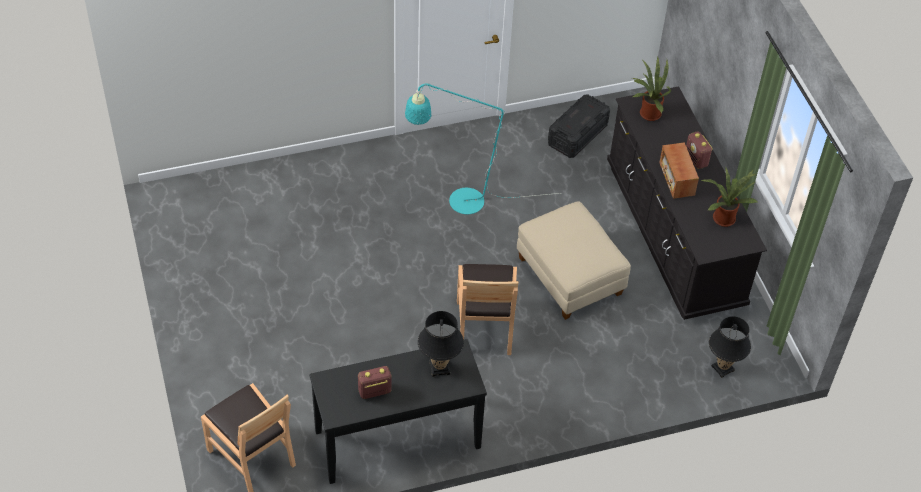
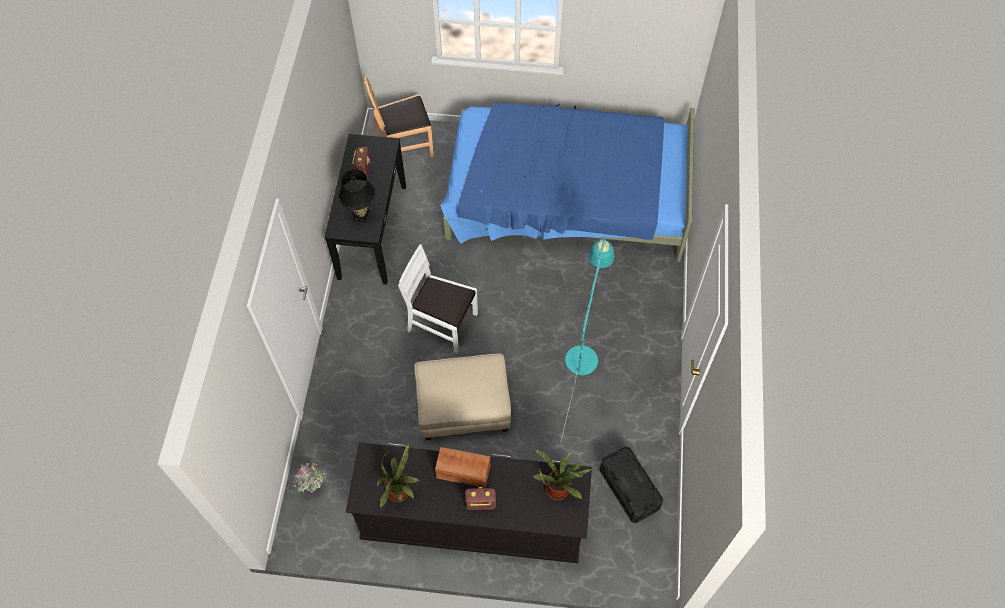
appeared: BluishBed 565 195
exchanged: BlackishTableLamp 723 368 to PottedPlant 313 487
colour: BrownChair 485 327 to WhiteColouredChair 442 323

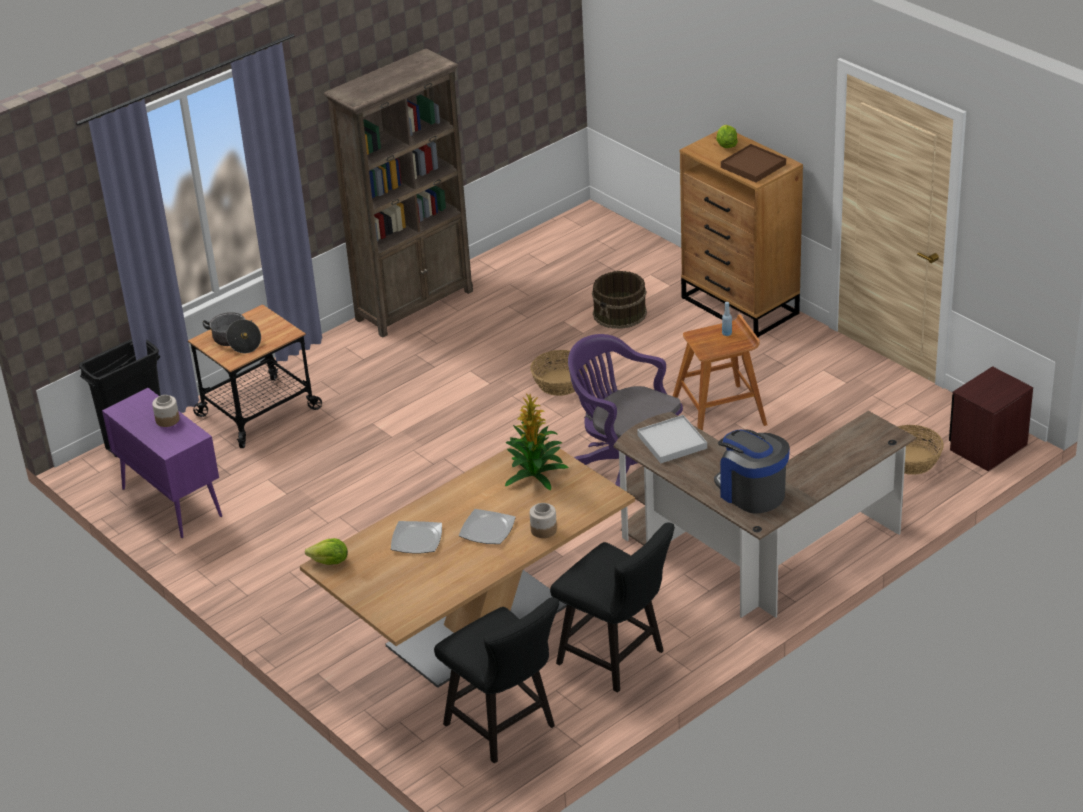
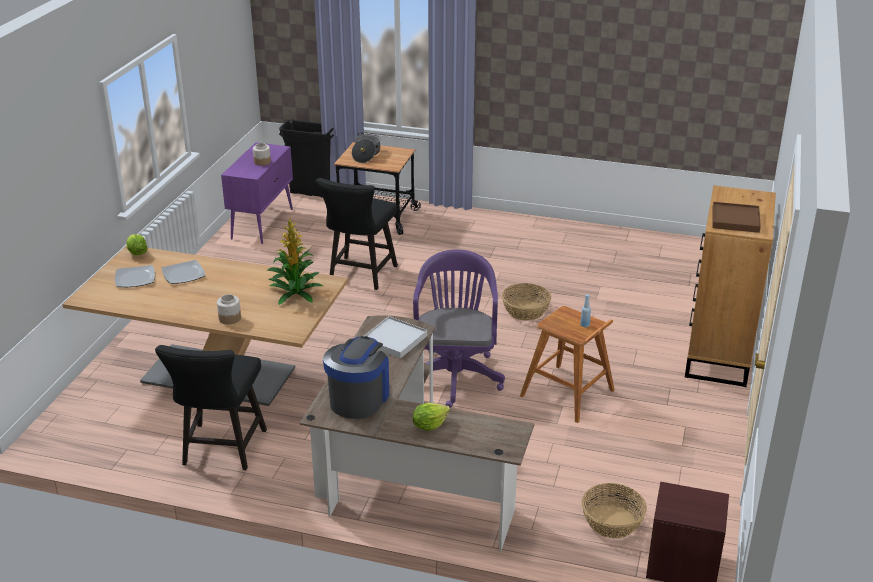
missing: BrownBookshelf 415 305; BrownBucket 620 313
relocated: LettuceHead 726 145 to 429 425; FlatDish 487 529 to 135 278; BlackishChair 505 728 to 360 276

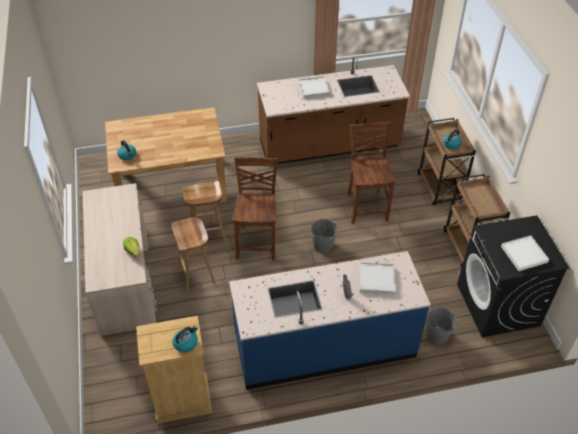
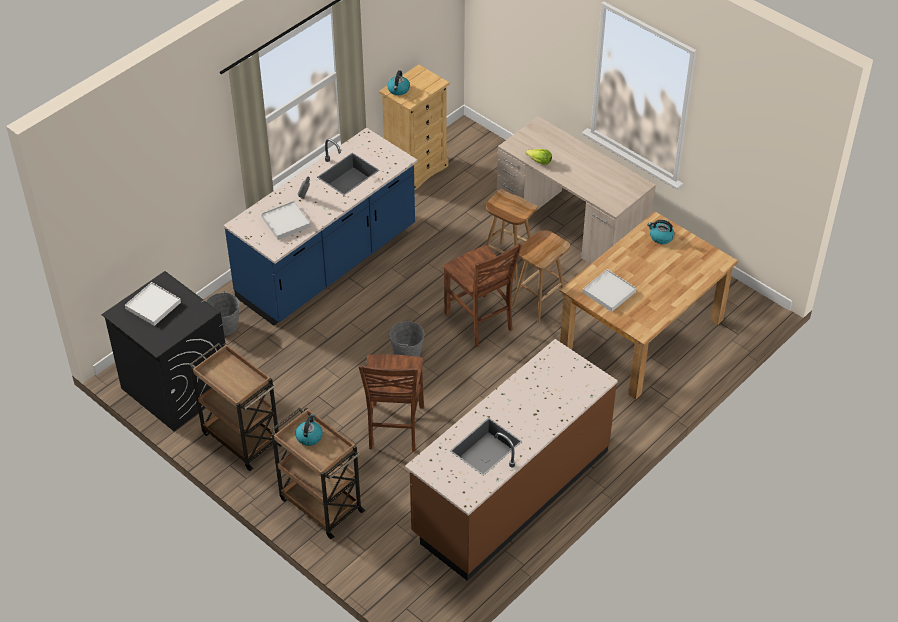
relocated: WhiteColouredServingTray 314 89 to 609 292
spun: BrownChair 366 206 = 394 428 45 degrees clockwise

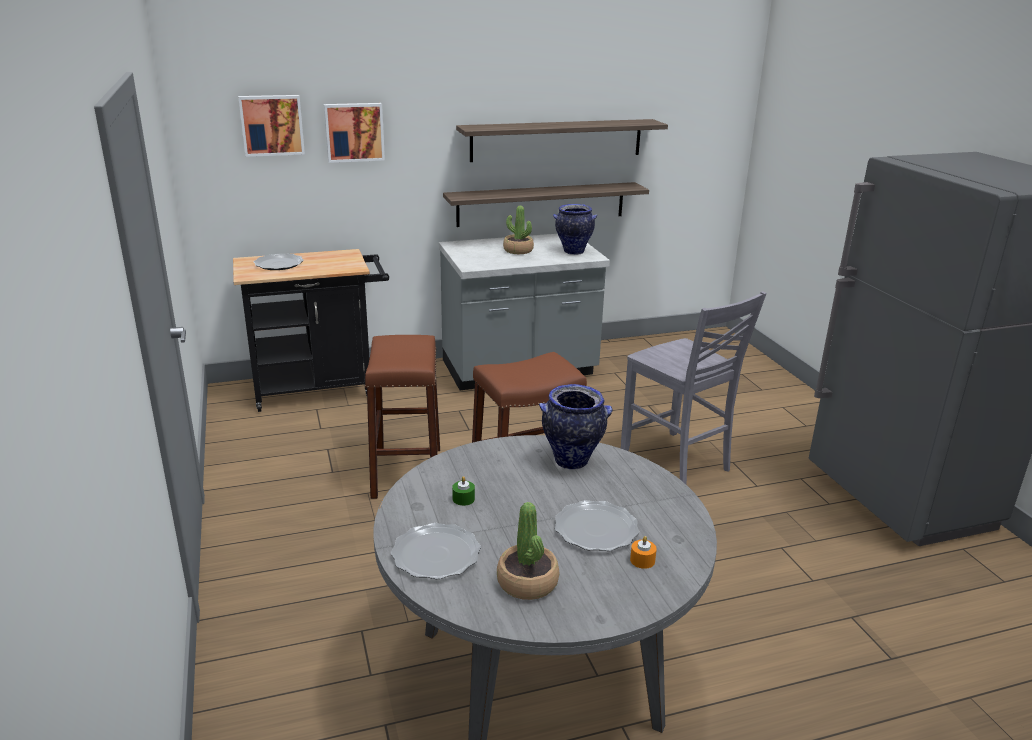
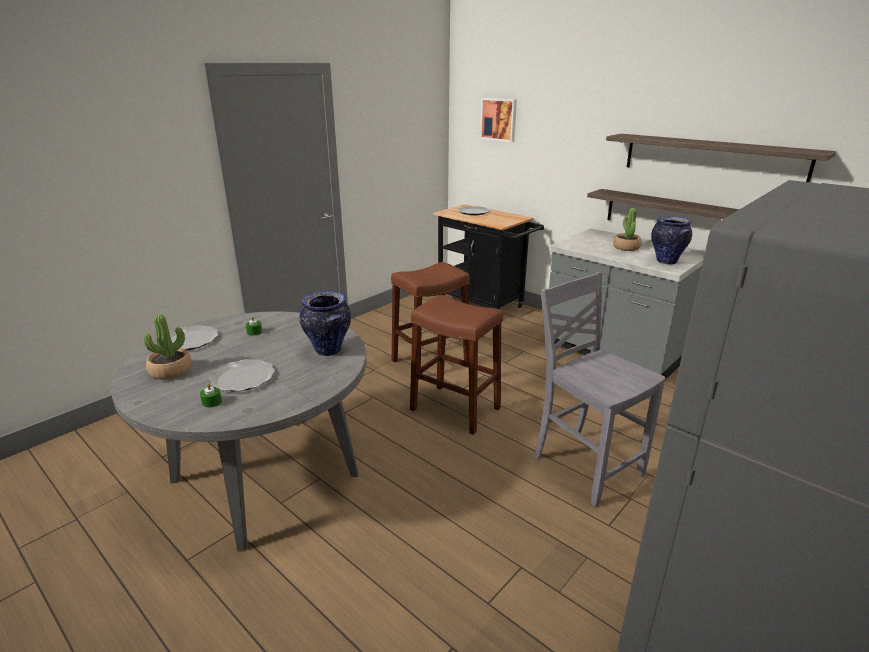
missing: WallArt 354 132
colour: OrangeColouredWaxLight 642 560 to GreenishWaxLight 212 402
spun: GrayChair 677 462 = 585 465 120 degrees clockwise

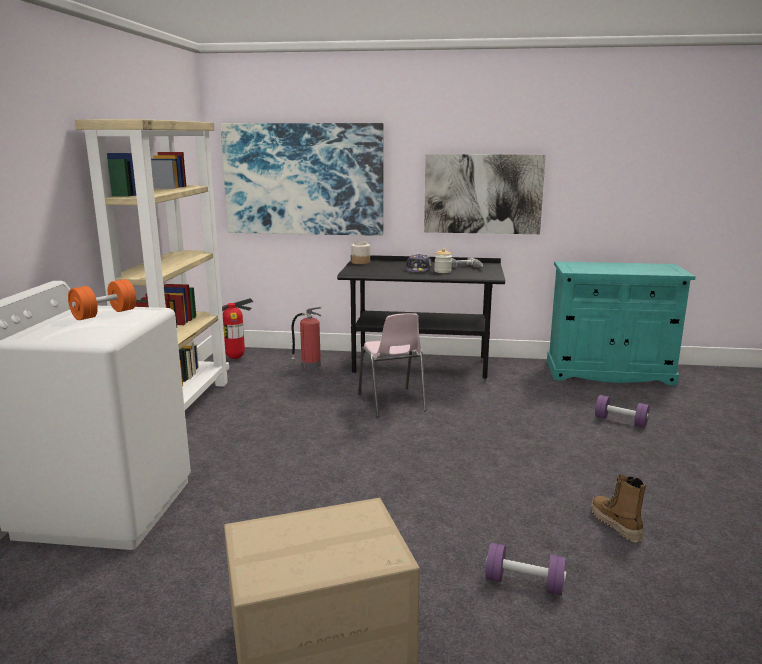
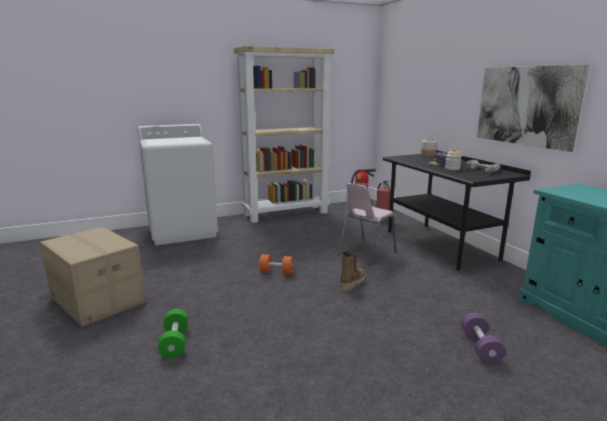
missing: WallArt 303 179
relocated: OrangeColouredFreeWeight 104 314 to 276 272; Boot 615 525 to 352 283
colour: PurpleColouredFreeWeight 524 583 to GreenishFreeWeight 175 343

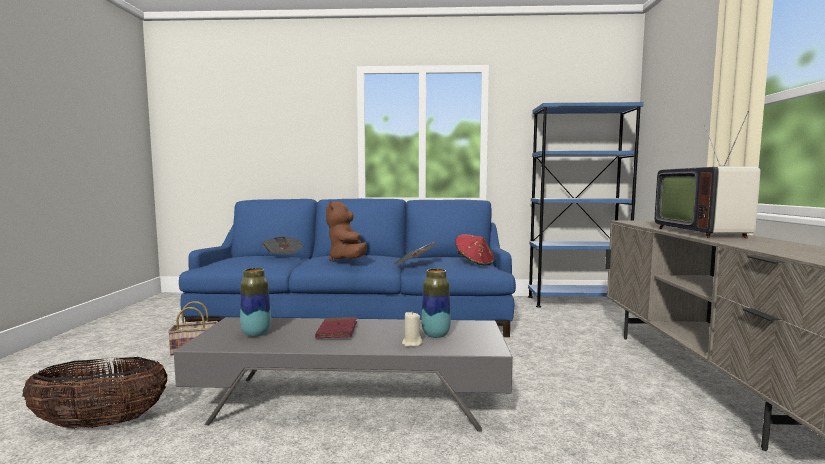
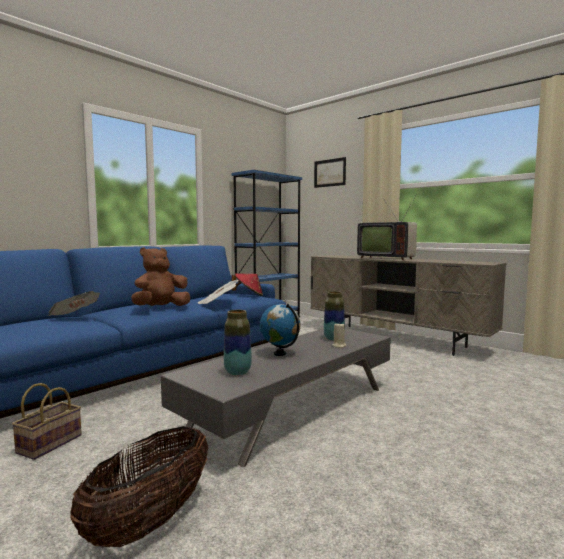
appeared: WallArt 329 173
exchanged: RedColouredVolume 337 330 to WorldGlobe 280 354
spun: BrownPlushToy 348 260 = 161 308 105 degrees clockwise

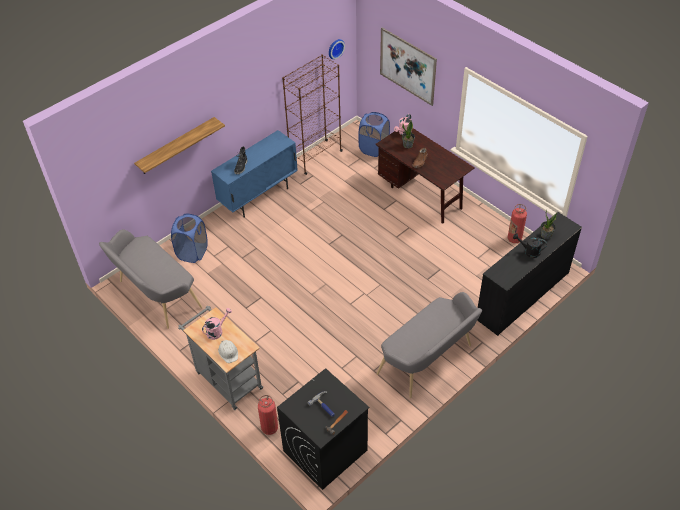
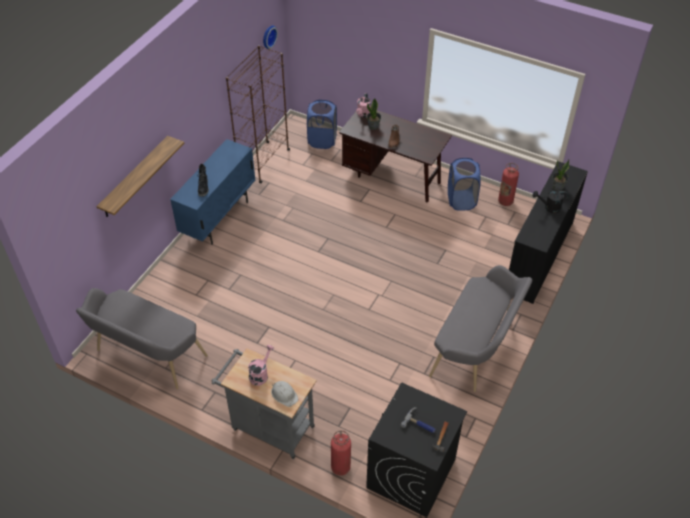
missing: WallArt 407 66
relocated: BluishHamper 192 252 to 461 200

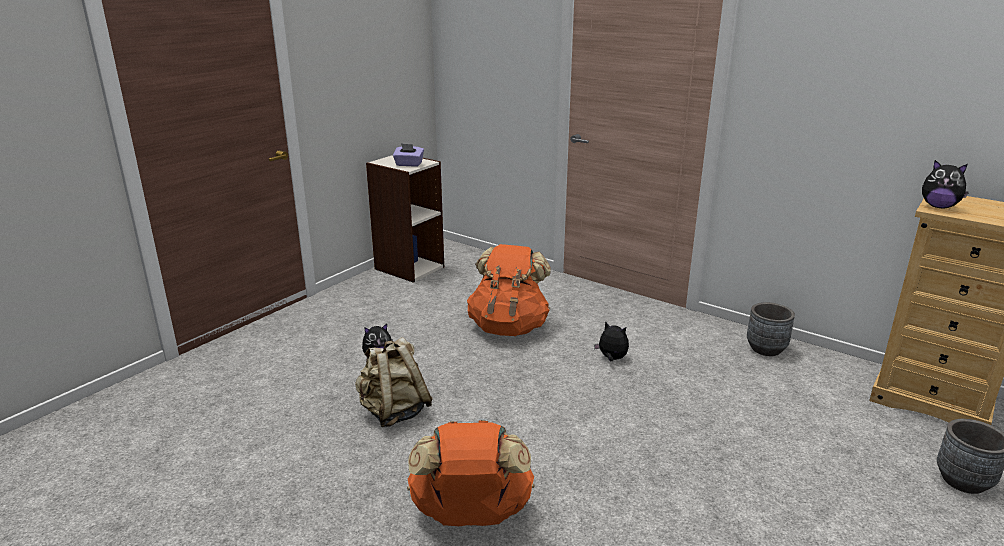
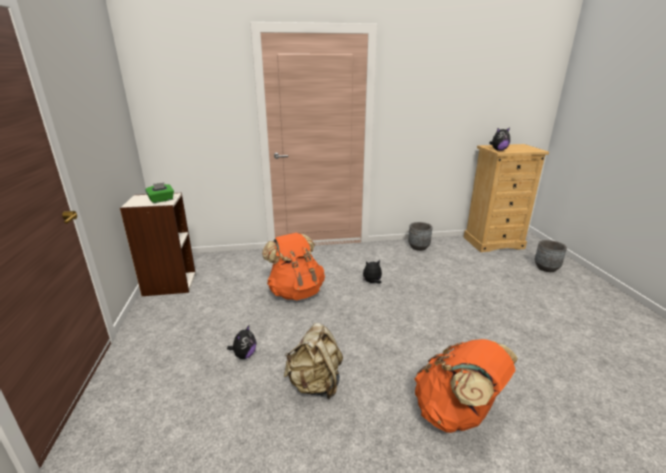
colour: PurpleColouredBoxOfTissues 408 164 to GreenishBoxOfTissues 161 200

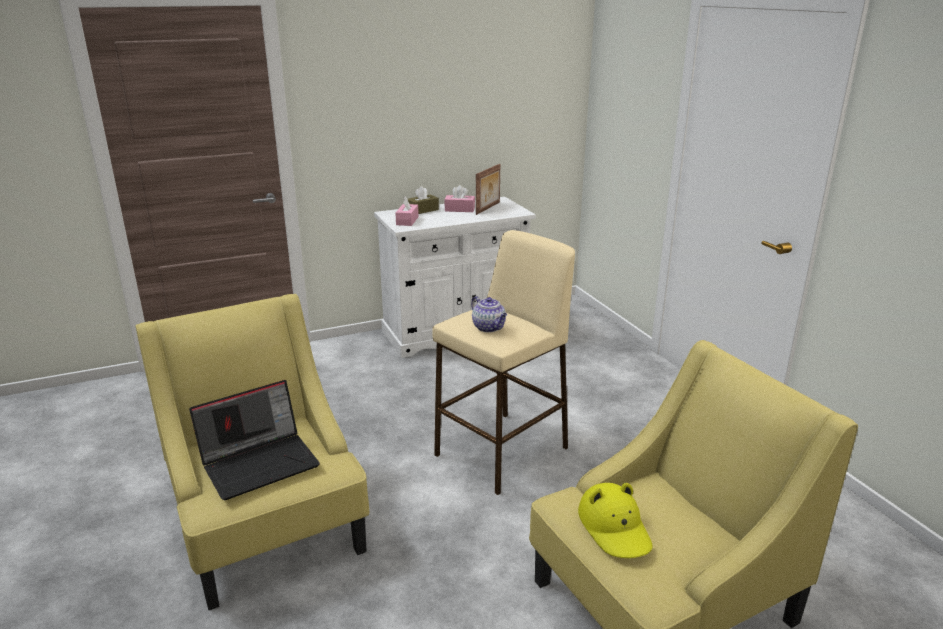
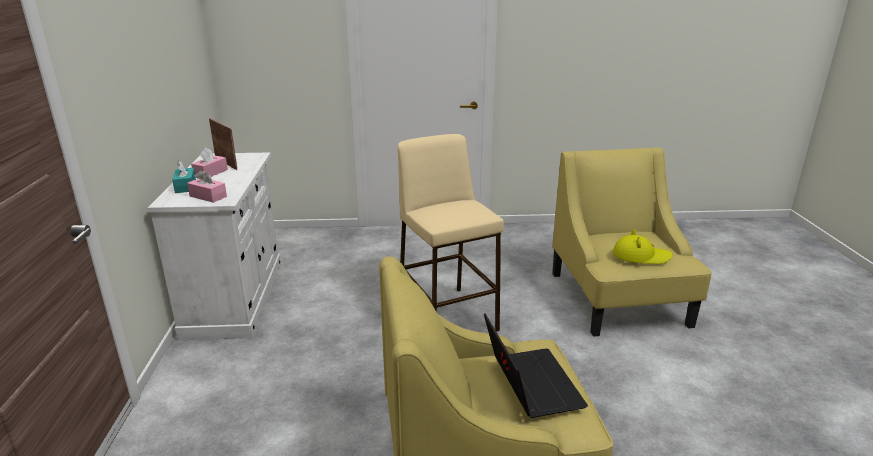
missing: Teapot 489 328
colour: BrownBoxOfTissues 422 210 to TurquoiseBoxOfTissues 185 186

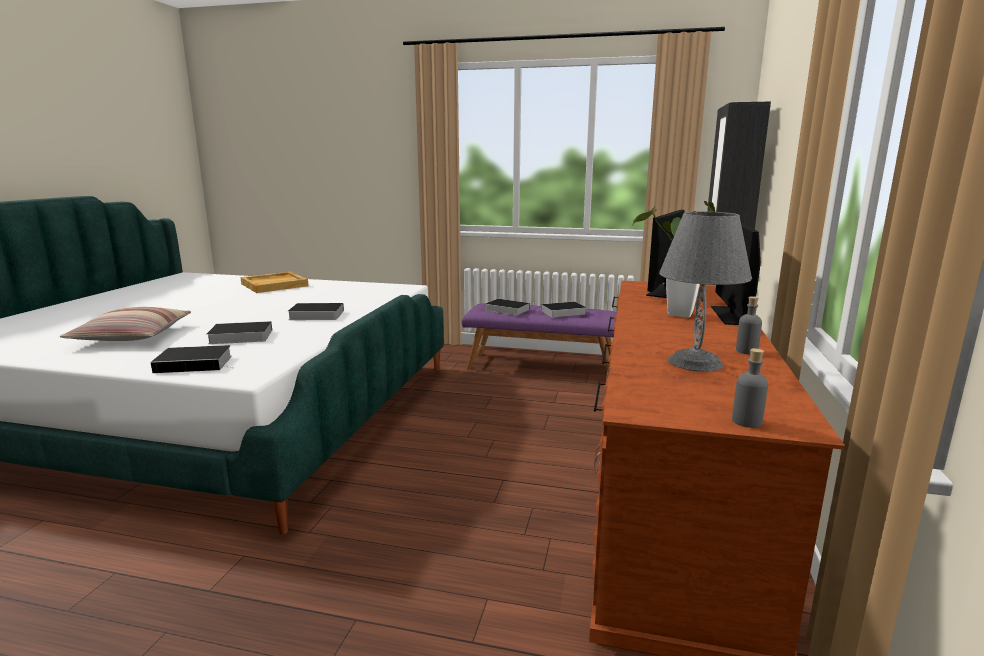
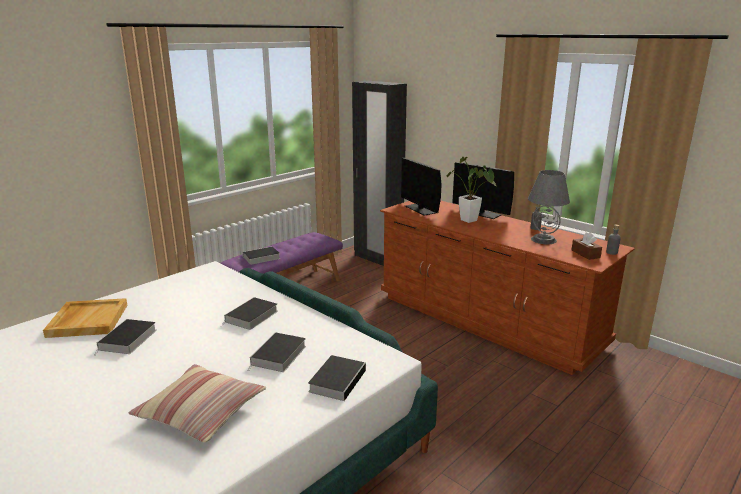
appeared: BrownBoxOfTissues 585 254
relocated: Volume 562 312 to 127 340

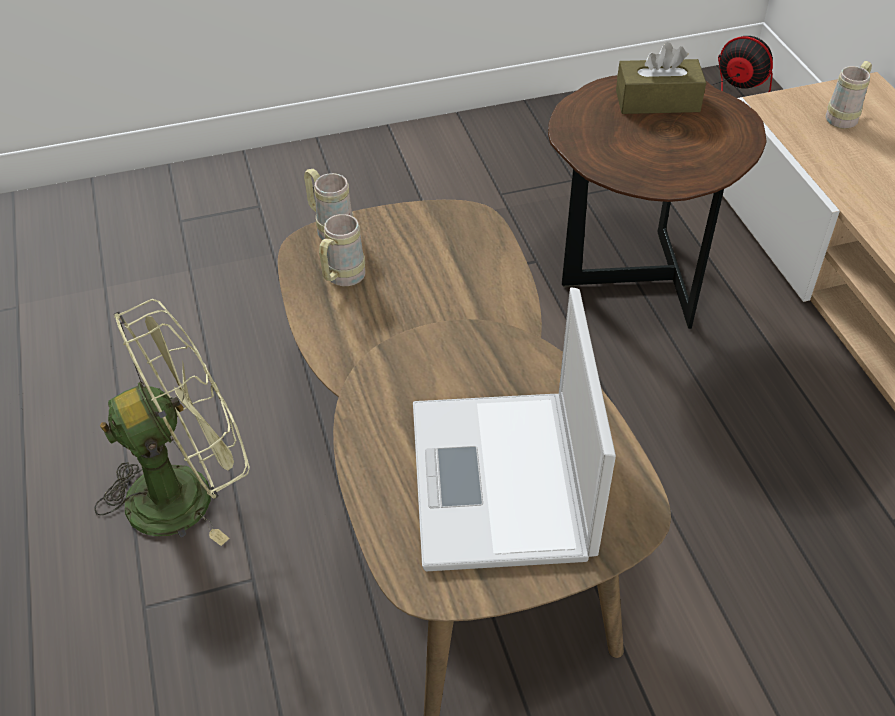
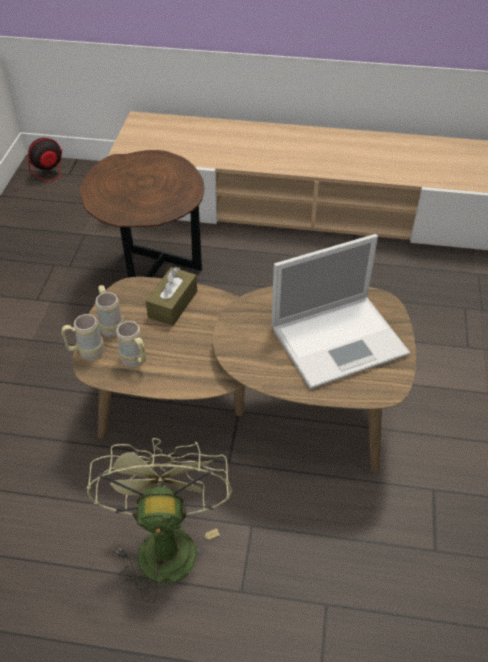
relocated: BrownBoxOfTissues 657 101 to 173 304; BeigeColouredMug 844 117 to 110 324
spun: NotebookComputer 502 483 = 340 340 45 degrees counterclockwise

